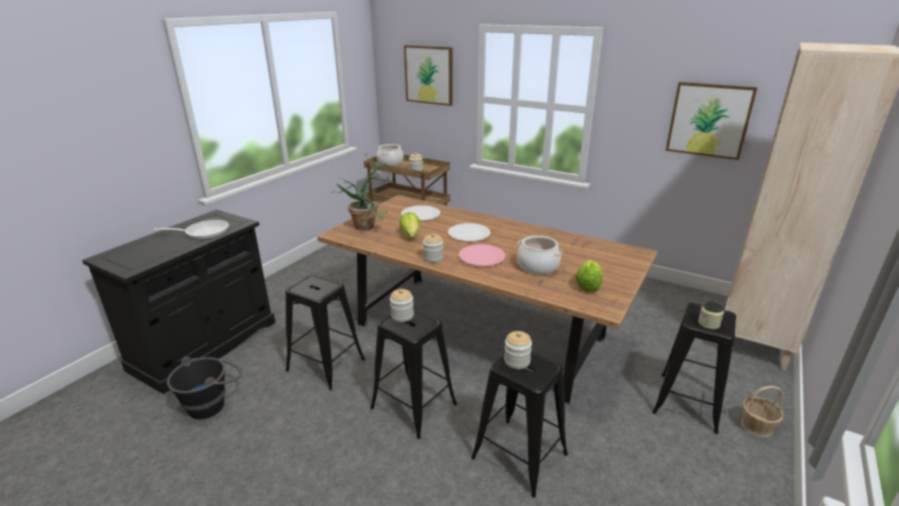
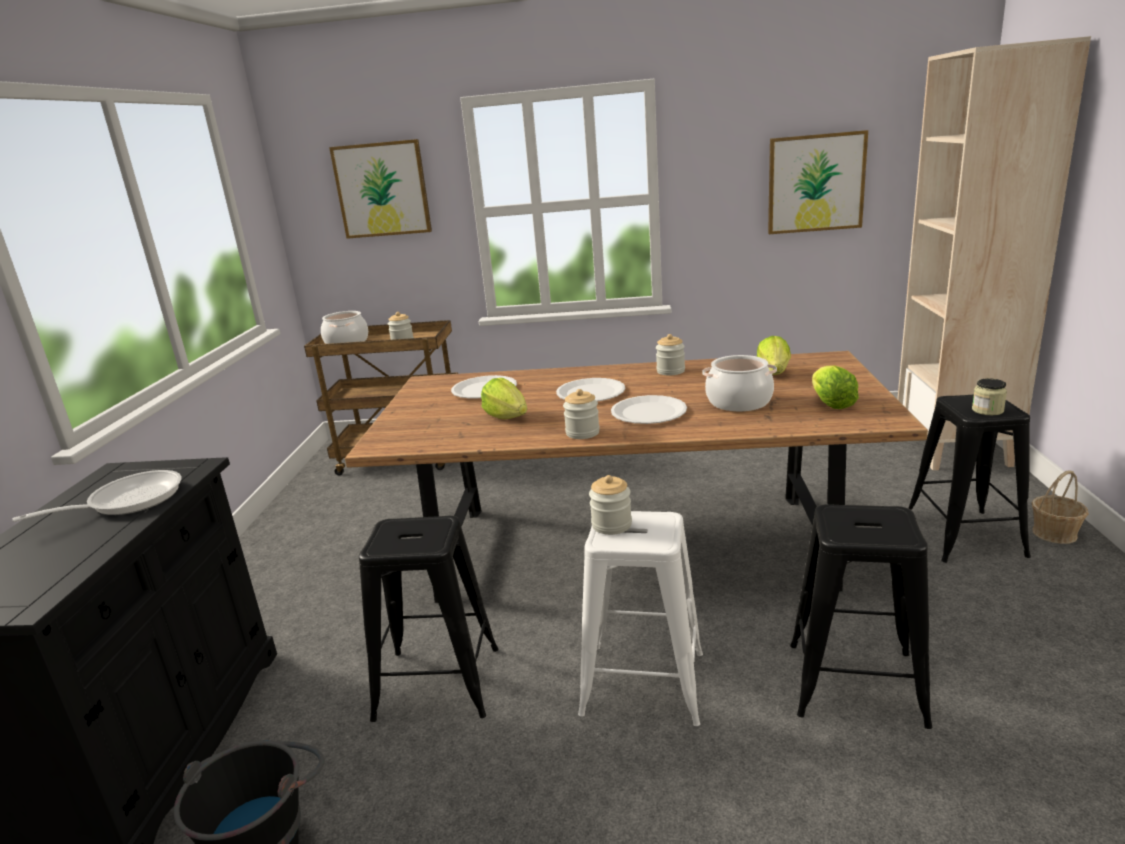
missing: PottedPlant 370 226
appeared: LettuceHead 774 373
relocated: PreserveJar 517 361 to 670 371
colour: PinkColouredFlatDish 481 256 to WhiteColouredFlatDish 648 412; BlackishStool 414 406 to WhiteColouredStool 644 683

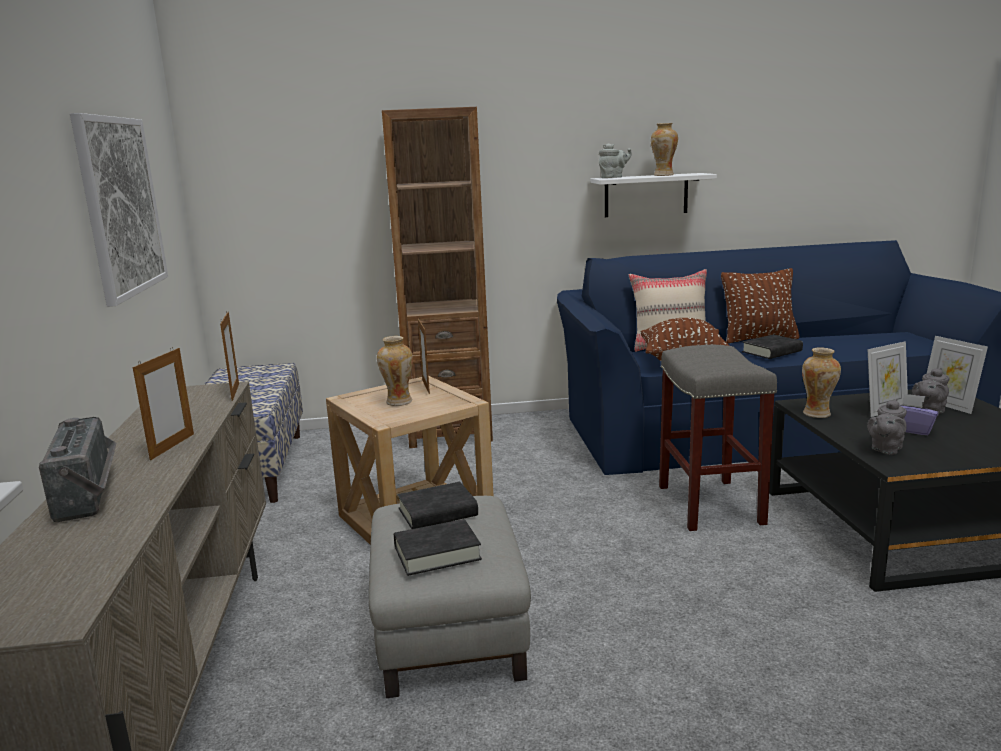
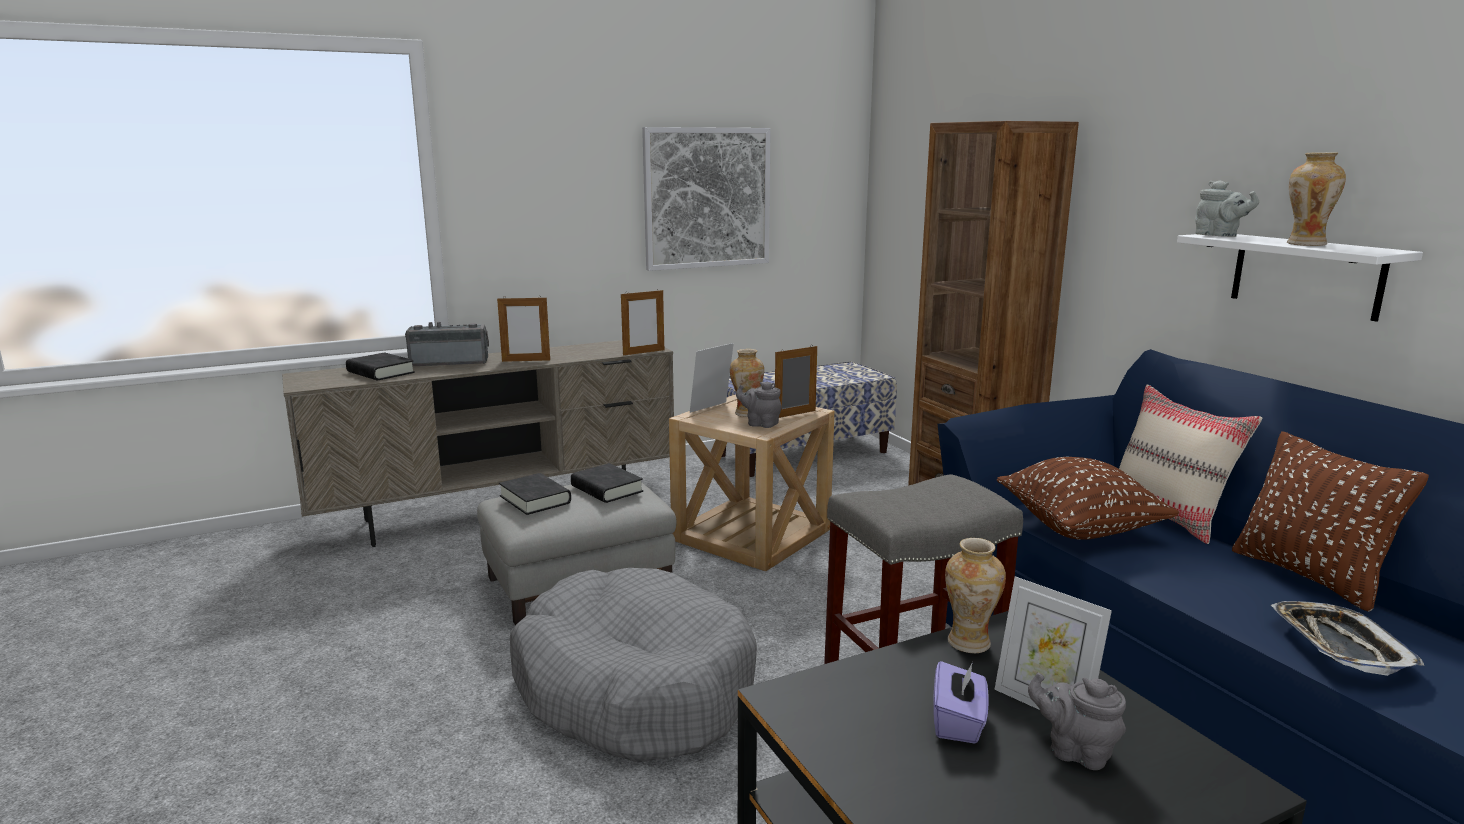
appeared: GrayPetBed 634 688; ServingTray 1339 645
relocated: BlackishVolume 772 352 to 380 372; PhotoFrame 948 405 to 711 408; GrayTeapot 885 449 to 760 424
spun: RadioSet 91 493 = 450 362 150 degrees counterclockwise

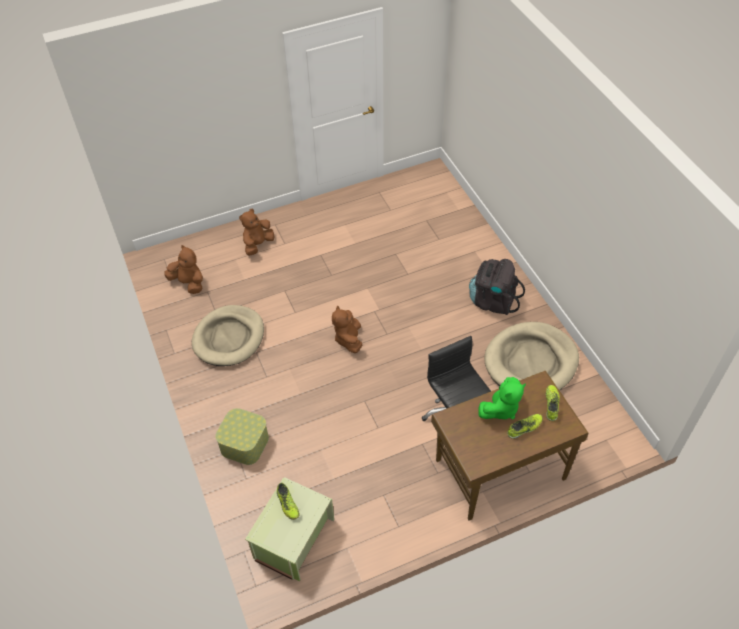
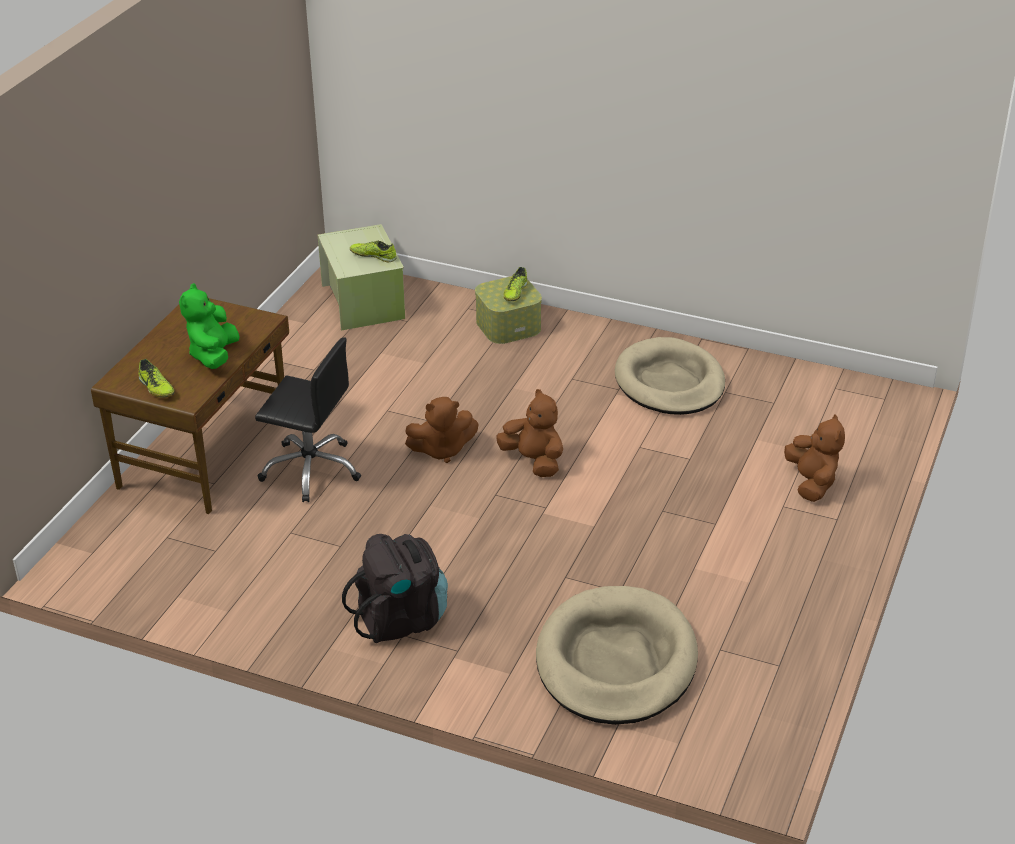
relocated: BrownPlushToy 188 283 to 442 450; BeigeColouredPetBed 531 362 to 616 662; LowShoe 524 428 to 515 292

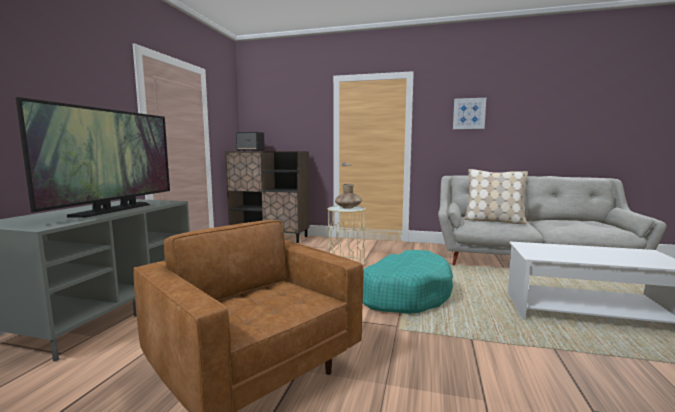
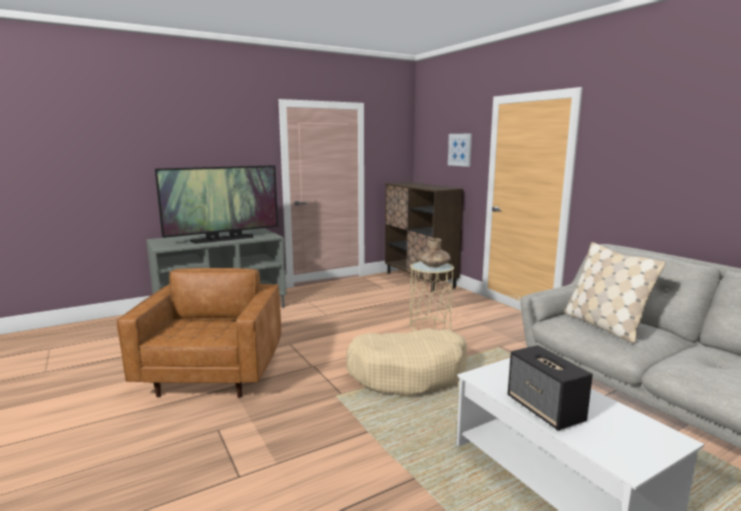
relocated: WallArt 469 113 to 460 149; Loudspeaker 250 151 to 545 409
colour: TurquoisePetBed 403 294 to BeigeColouredPetBed 408 373

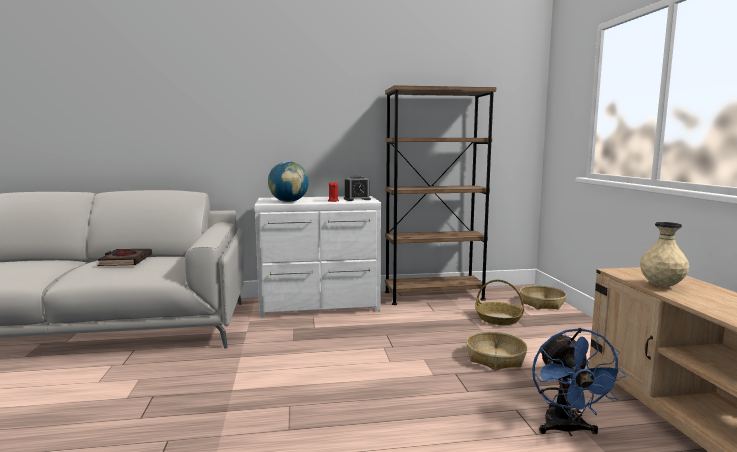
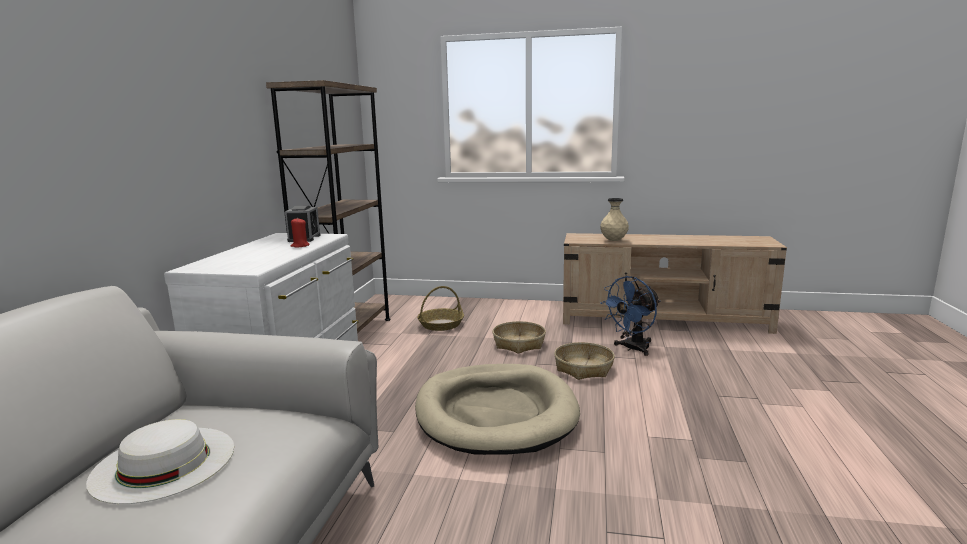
missing: WorldGlobe 289 201
appeared: BeigeColouredPetBed 495 413
relocated: HouseholdBasket 542 303 to 583 368
exchanged: BlackishVolume 125 261 to WhiteColouredClothingHat 164 463
spun: BluishCoolingFan 566 430 = 632 349 120 degrees clockwise

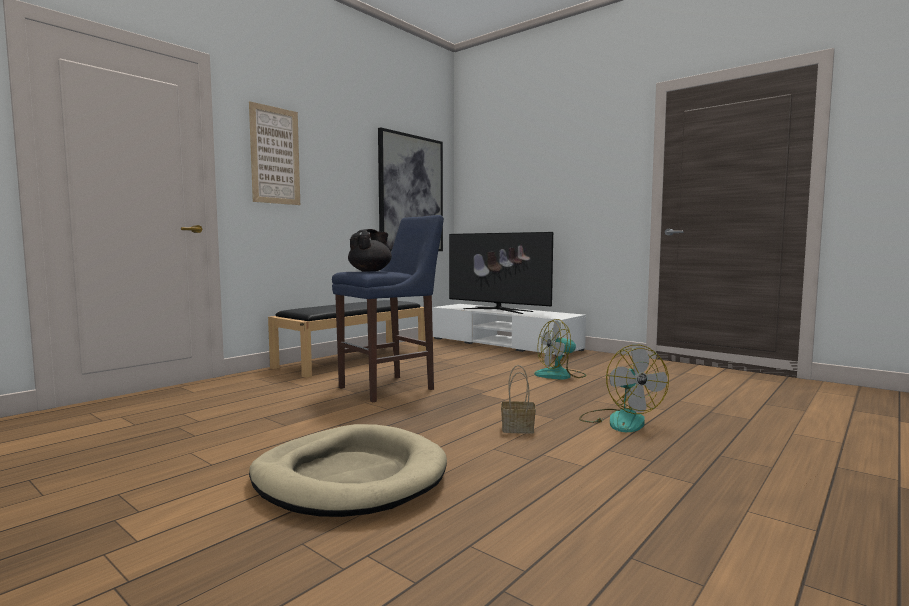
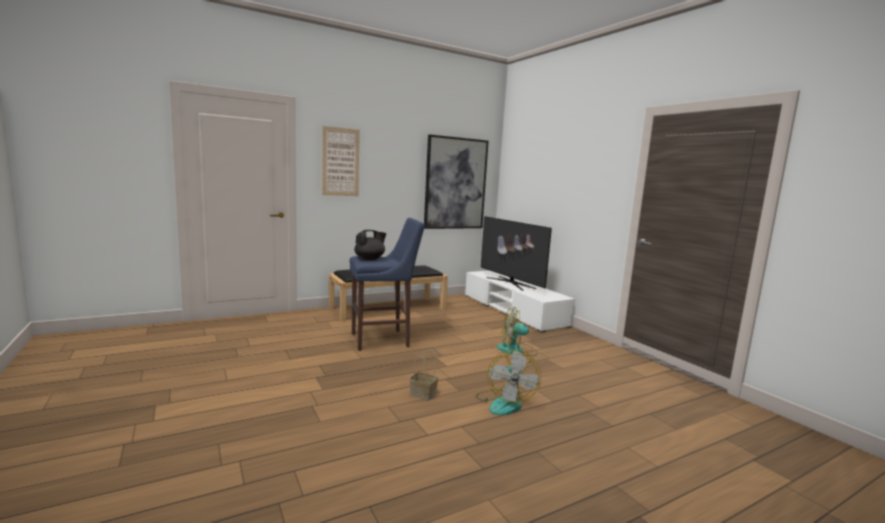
missing: BeigeColouredPetBed 350 477

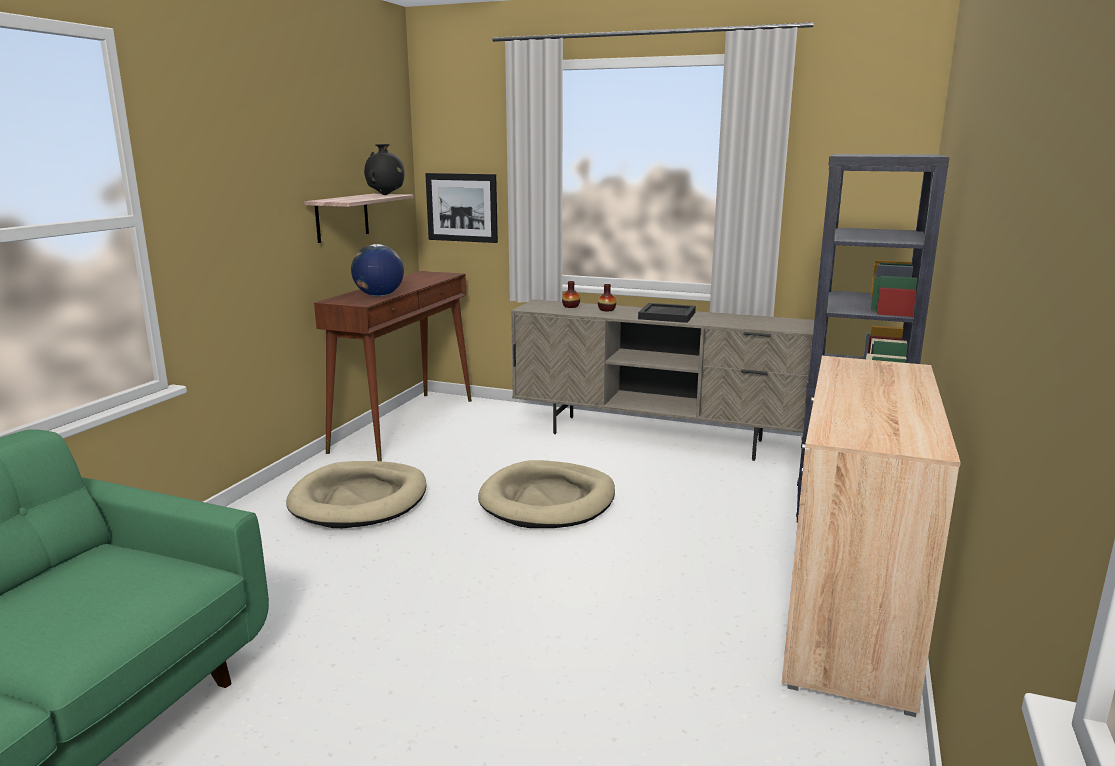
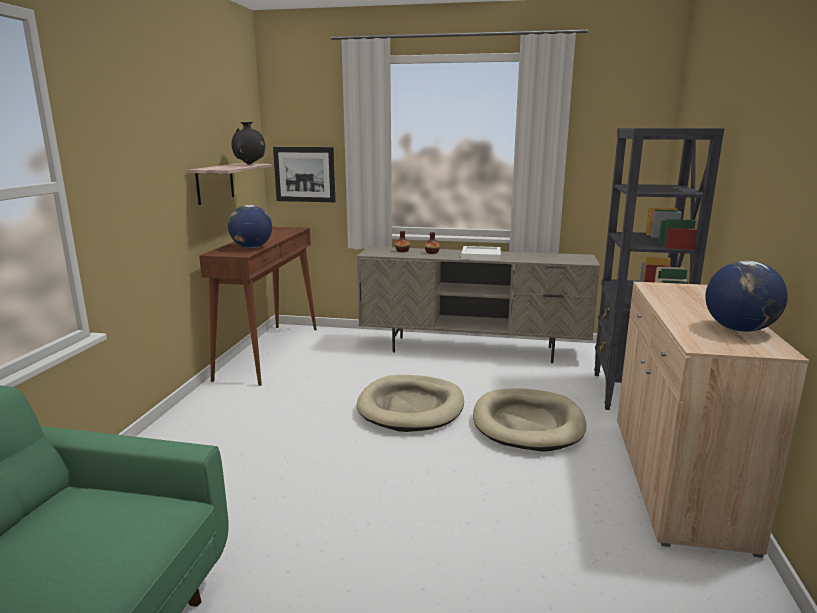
appeared: WorldGlobe 739 329
relocated: BeigeColouredPetBed 360 500 to 528 423
colour: BlackishServingTray 667 316 to WhiteColouredServingTray 481 255

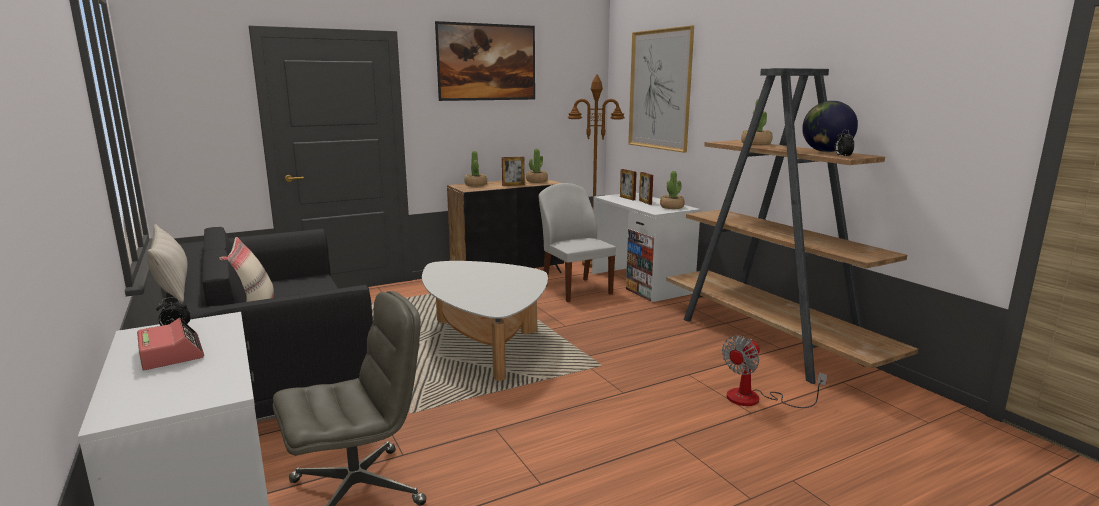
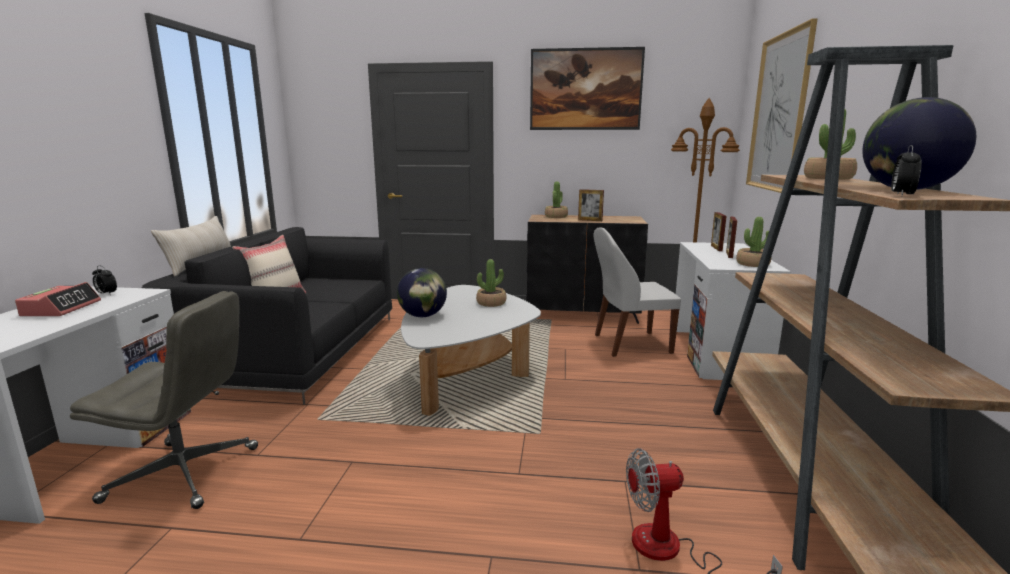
appeared: WorldGlobe 423 316
relocated: PottedPlant 536 181 to 491 303
spun: WhiteColouredChair 576 289 = 629 344 105 degrees counterclockwise

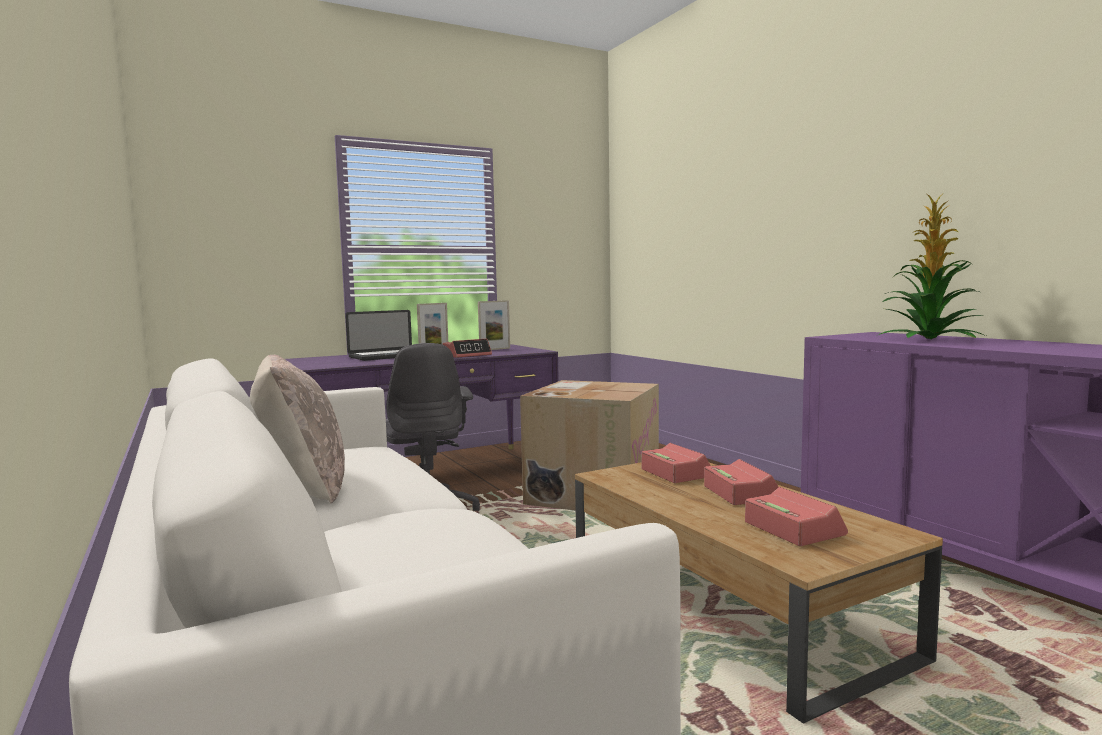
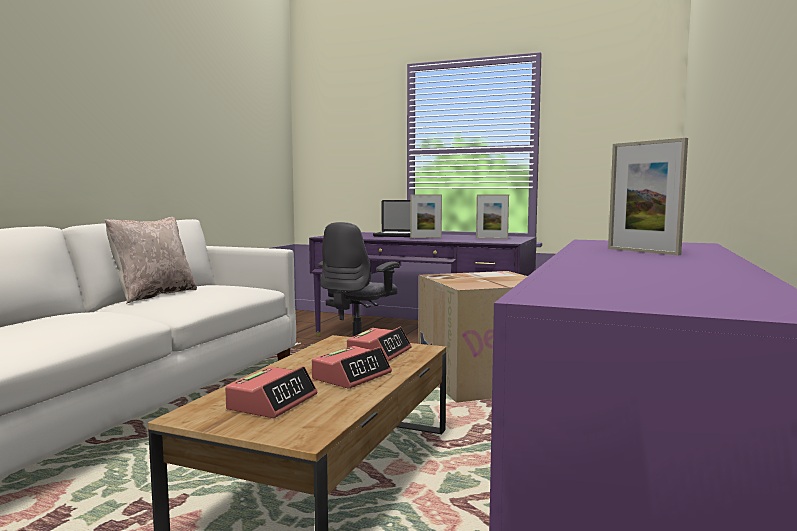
missing: AlarmClock 467 355
exchanged: PottedPlant 929 339 to PhotoFrame 642 251

